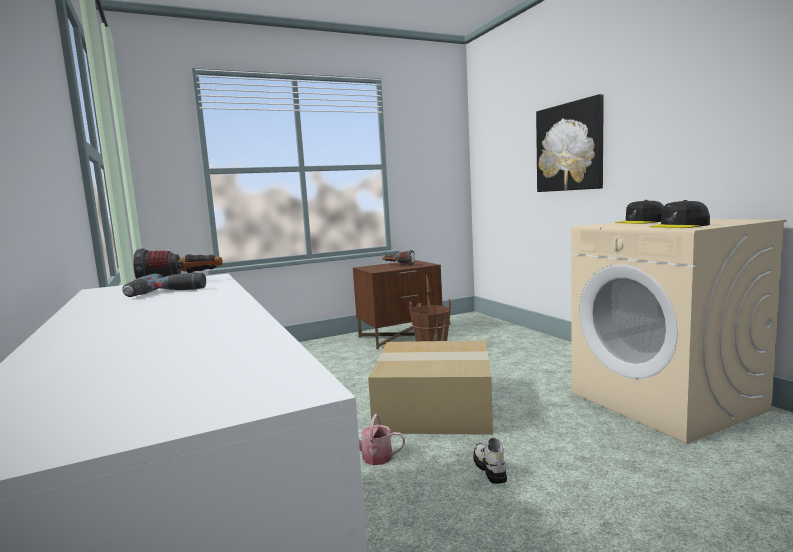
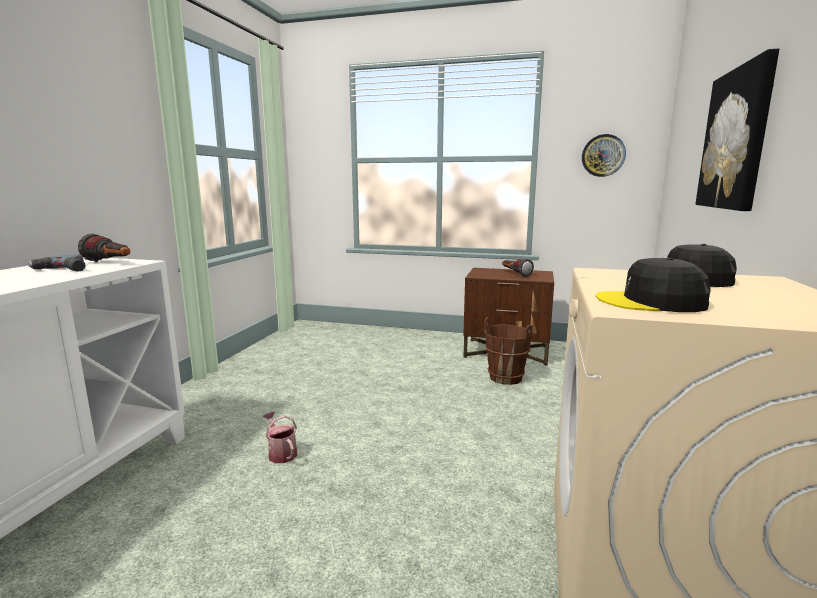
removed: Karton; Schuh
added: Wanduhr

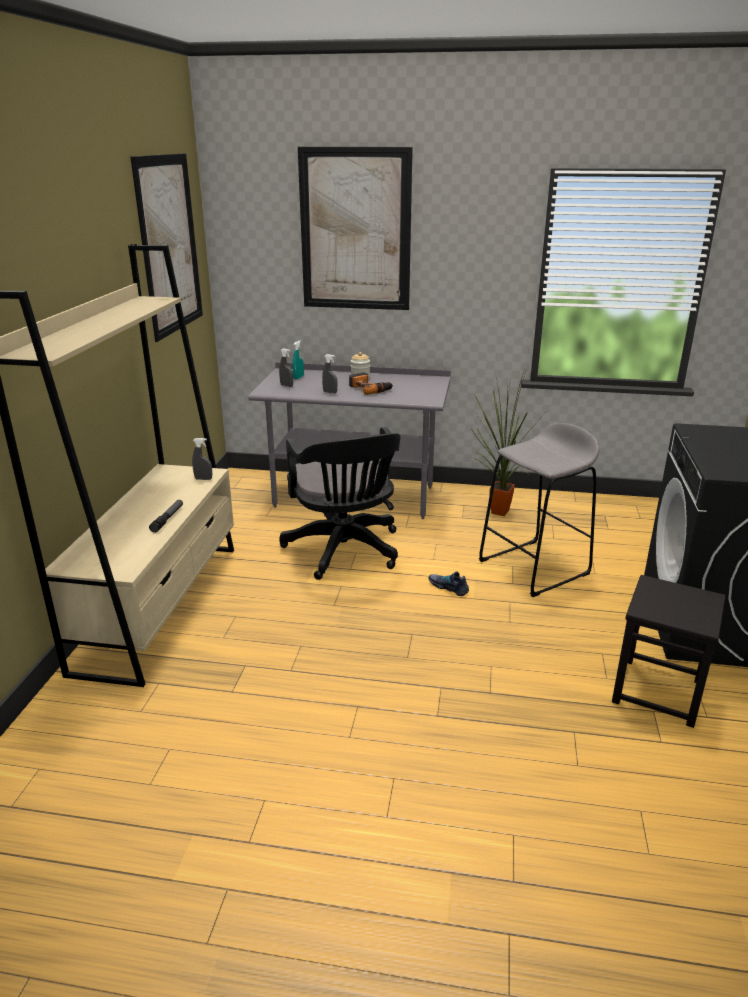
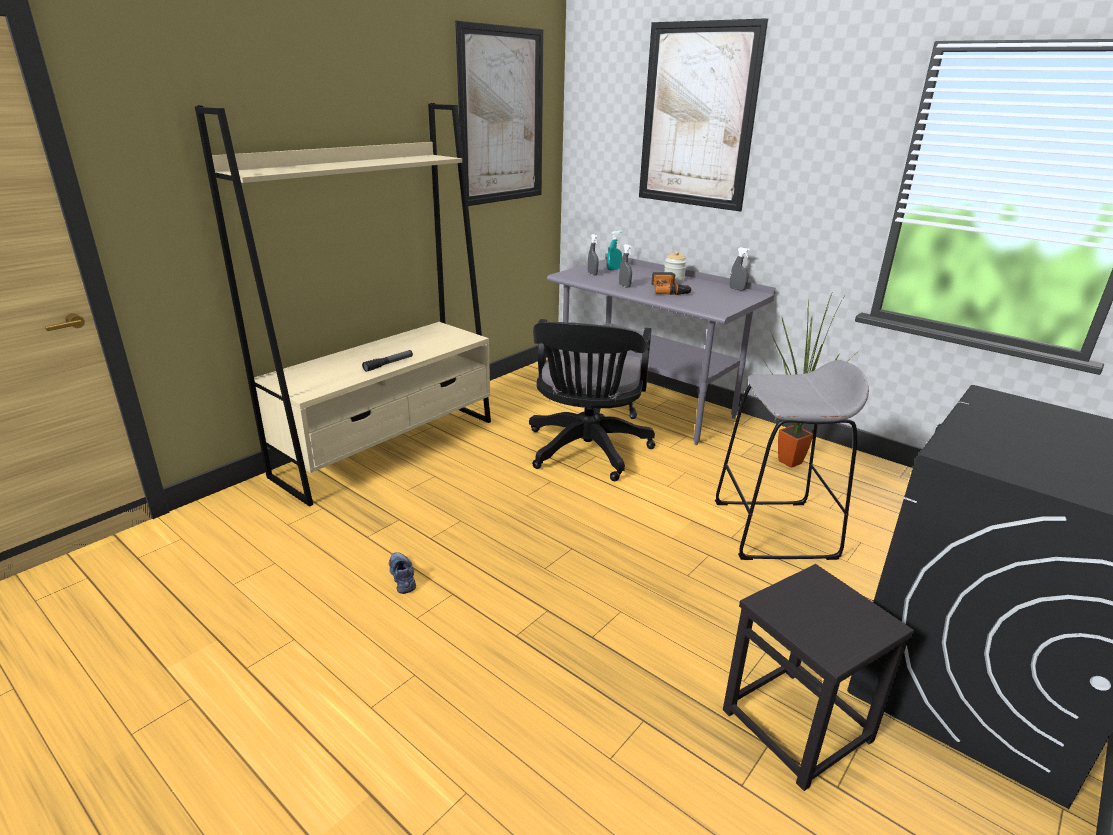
moved: Sprühflasche [grau] (1st from left in the first image) to Sprühflasche [grau] (3rd from left); Schuh

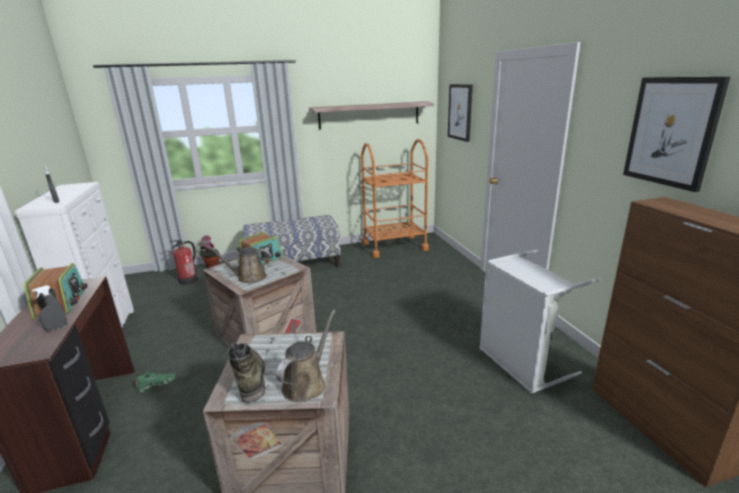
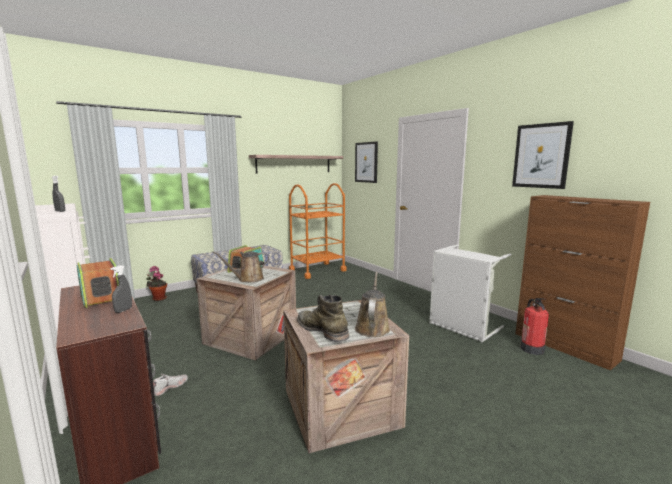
moved: Feuerlöscher
recoloured: Schuh [grün] to Schuh [weiß]

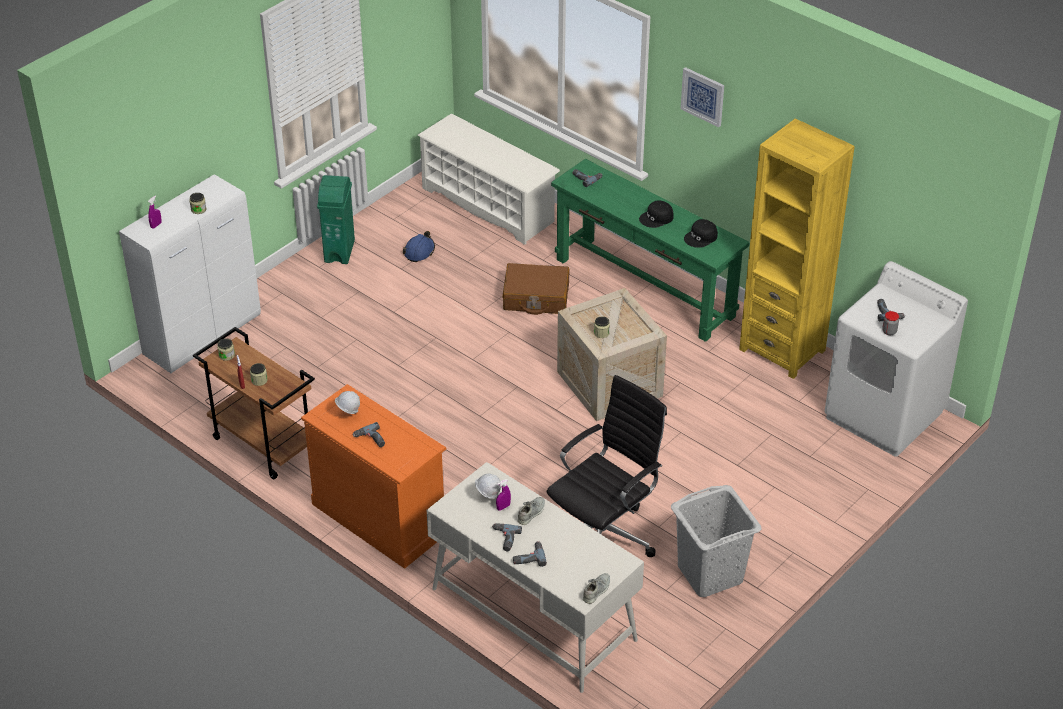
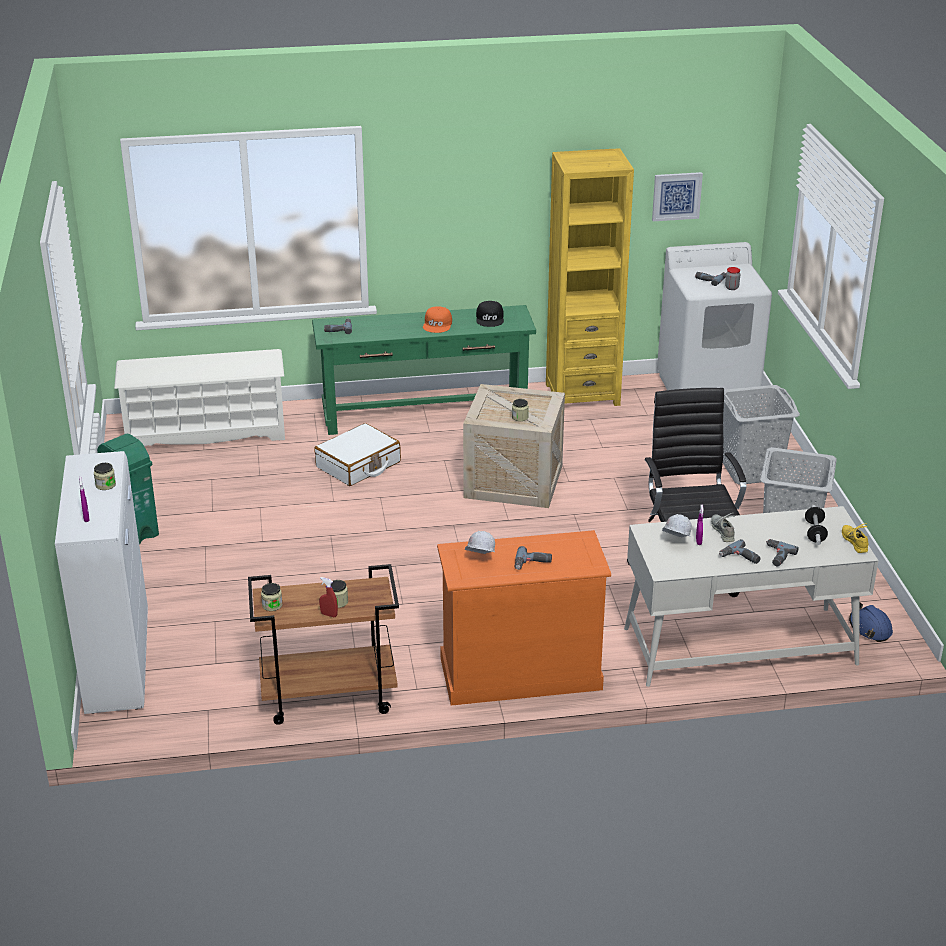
added: Wäschekorb [grau] (1st from left); Hantel
moved: Schutzhelm [blau]; Bild
recoloured: Koffer [braun] to Koffer [weiß]; Schuh [grau] (2nd from left) to Schuh [gelb]; Kappe [schwarz] (1st from left) to Kappe [orange]

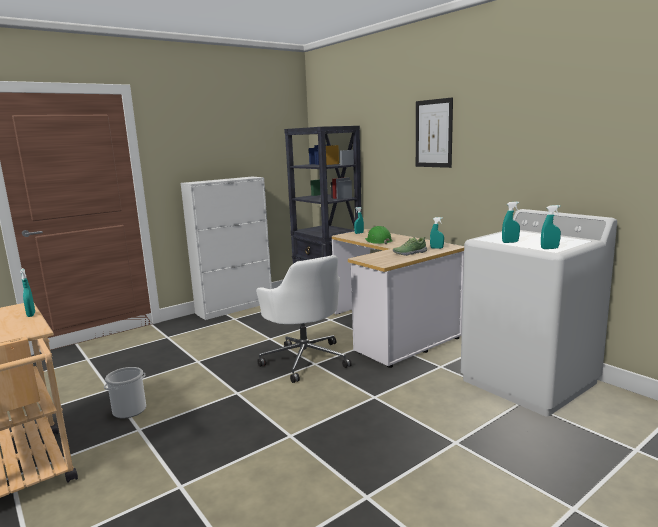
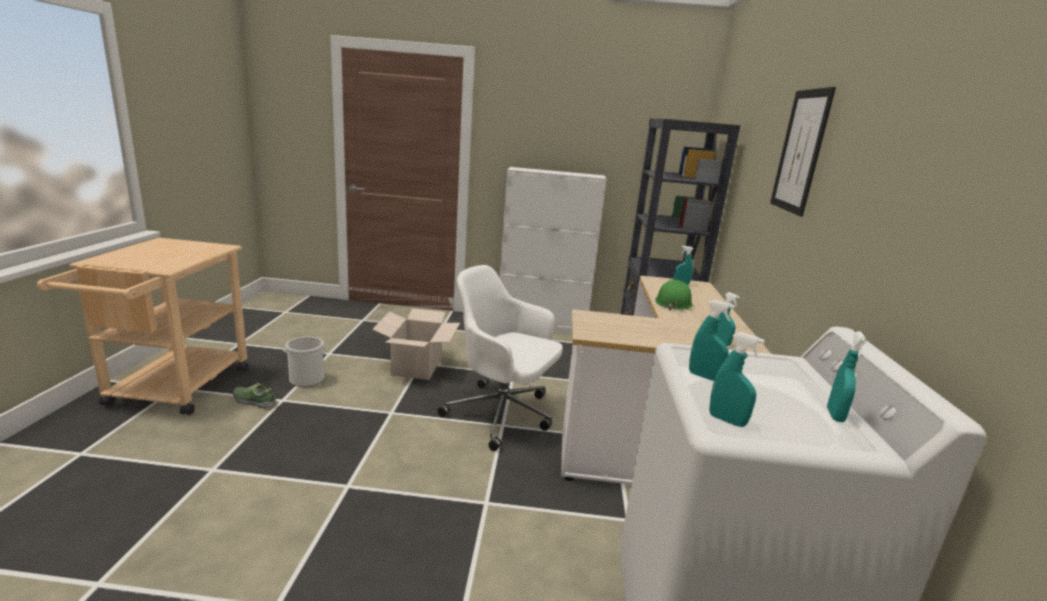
added: Karton
moved: Sprühflasche [türkis] (1st from left in the first image) to Sprühflasche [türkis] (5th from left); Schuh
turned: Bürostuhl [weiß] 105 degrees clockwise

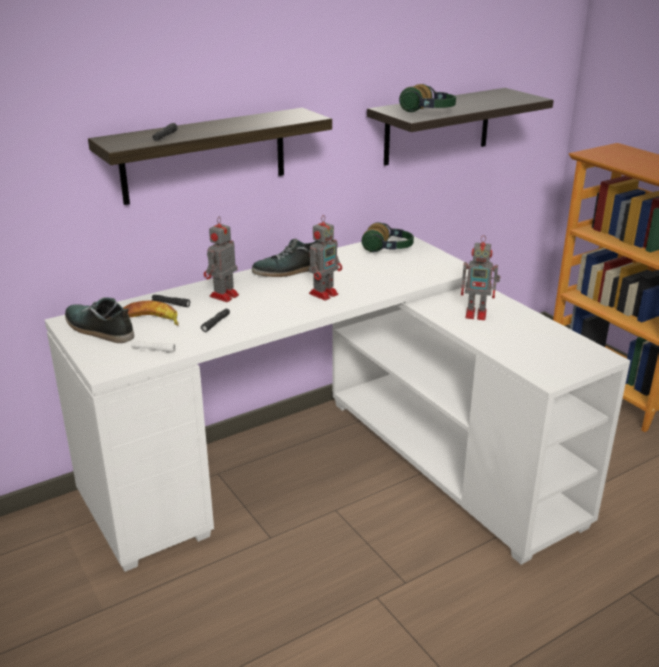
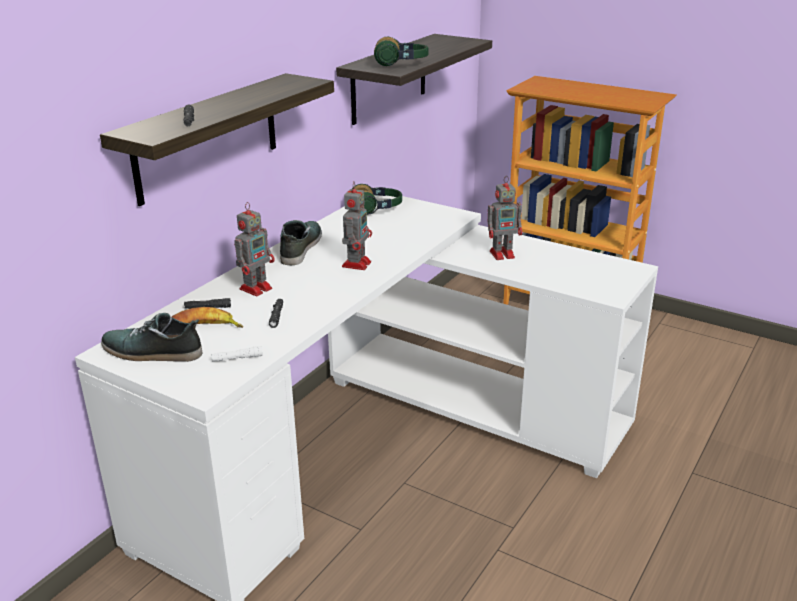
turned: Spielzeugroboter (1st from left) 150 degrees counterclockwise; Schuh (2nd from left) 150 degrees clockwise

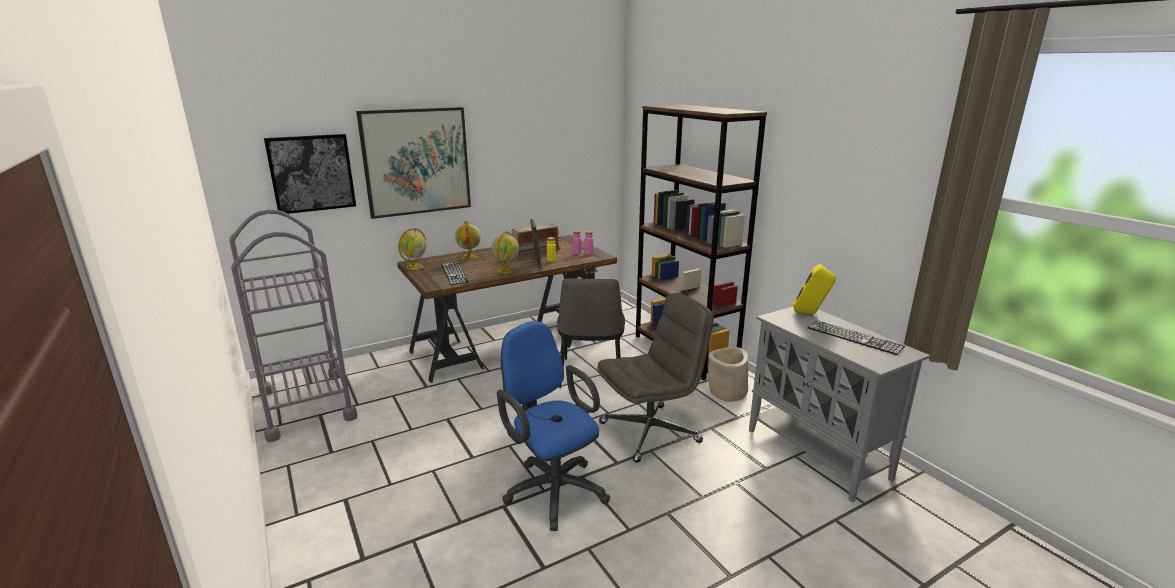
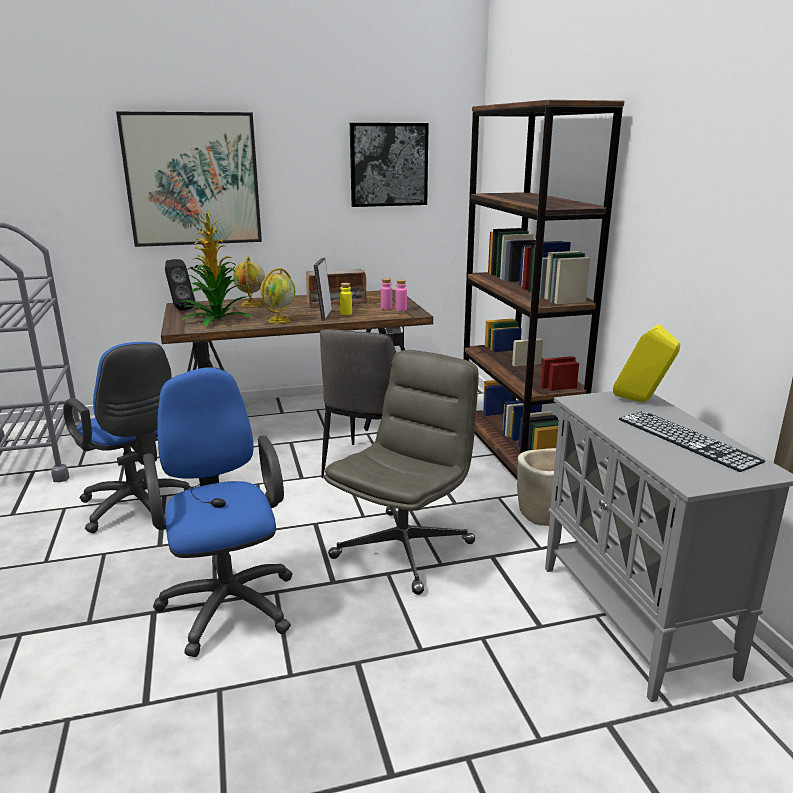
added: Bürostuhl [blau] (1st from left)
moved: Bild (1st from left in the first image) to Bild (2nd from left)
replaced: Globus (1st from left) to Lautsprecher [schwarz]; Tastatur (1st from left) to Topfpflanze
turned: Bürostuhl [grau] 45 degrees counterclockwise

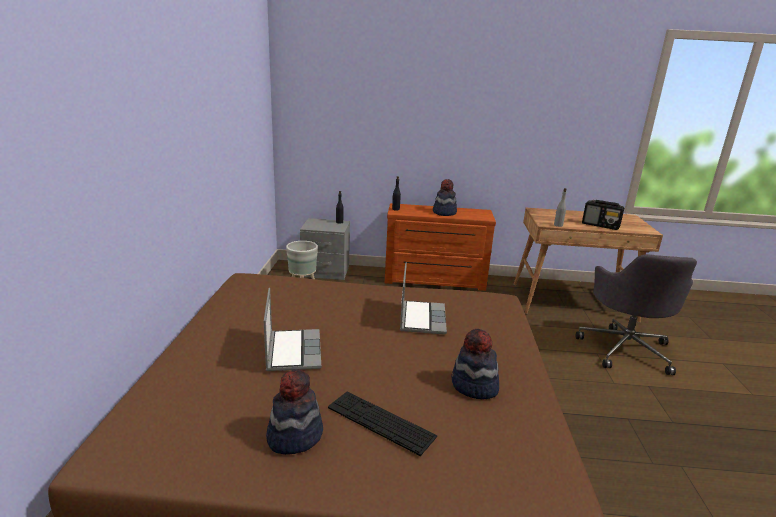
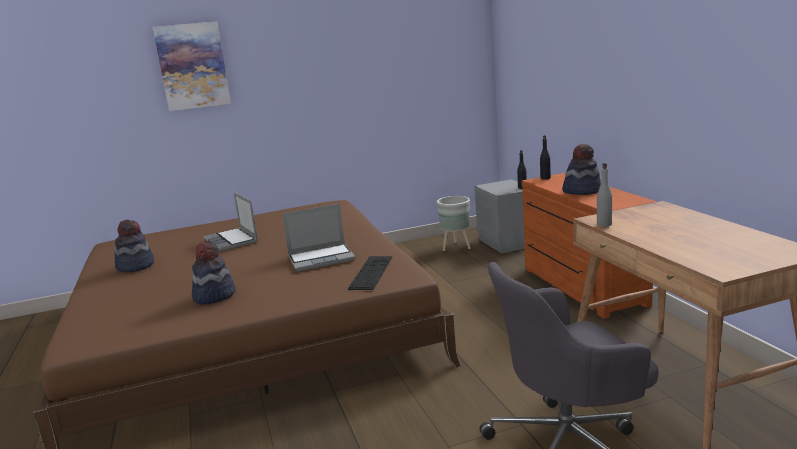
removed: Radio
added: Bild
moved: Tastatur
turned: Laptop (1st from left) 90 degrees clockwise

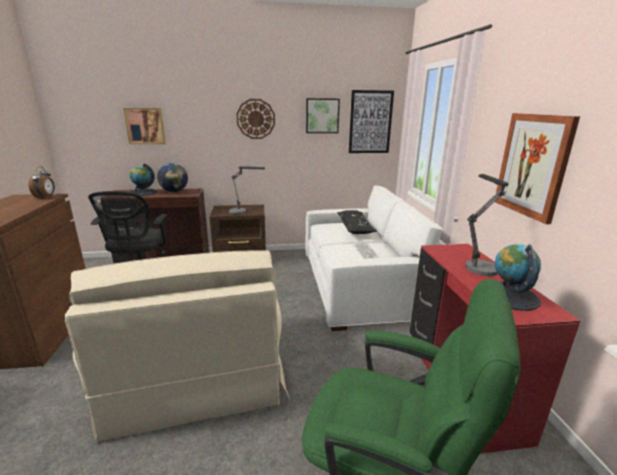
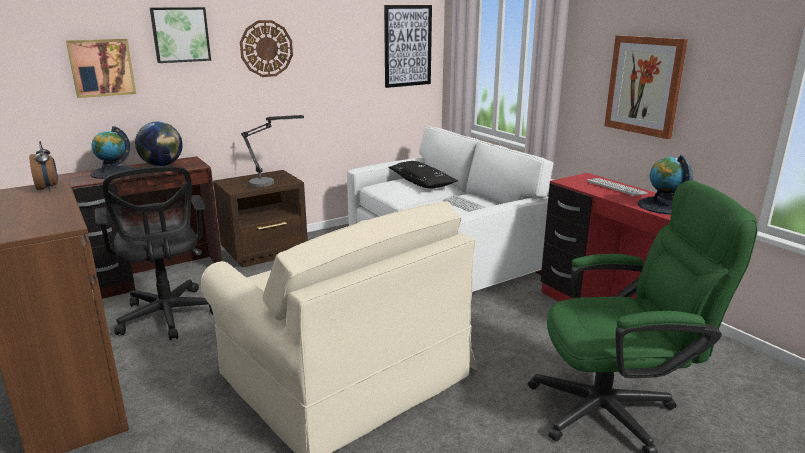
moved: Bild (2nd from left)
replaced: Tischlampe (2nd from left) to Tastatur (2nd from left)

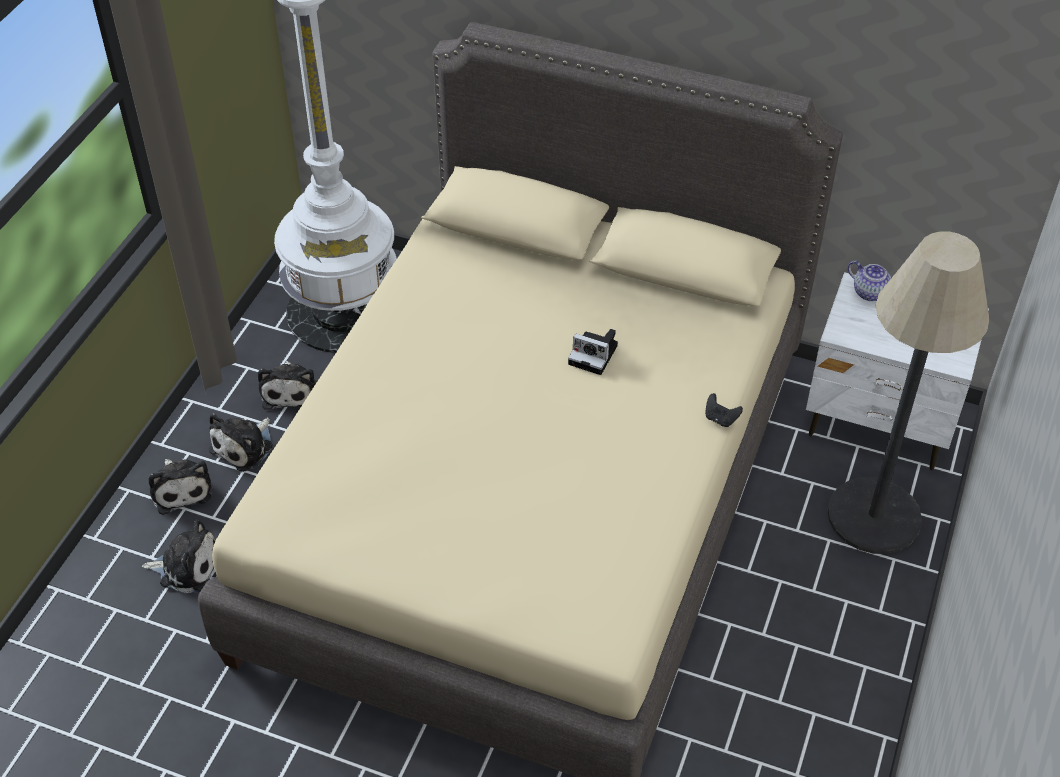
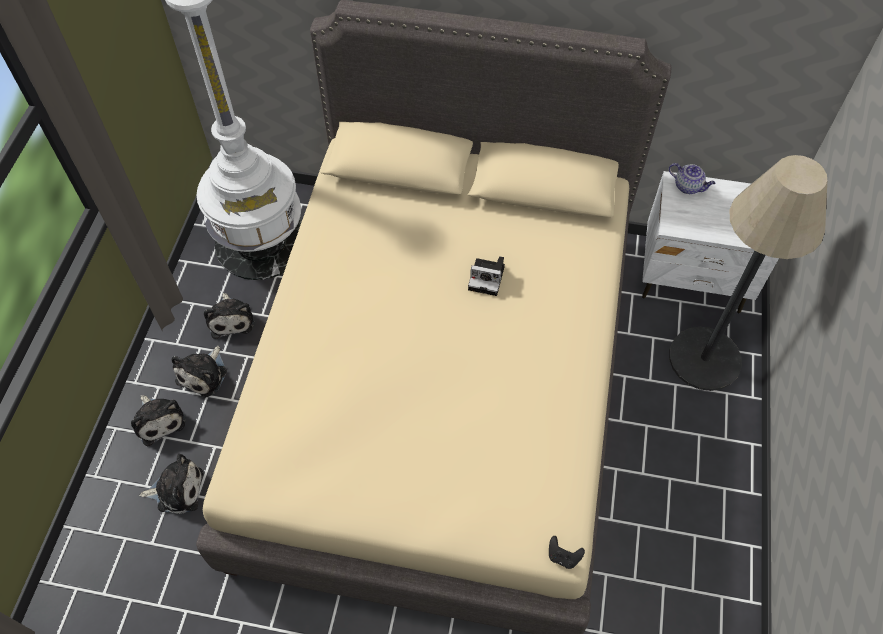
moved: Gamepad [schwarz]

